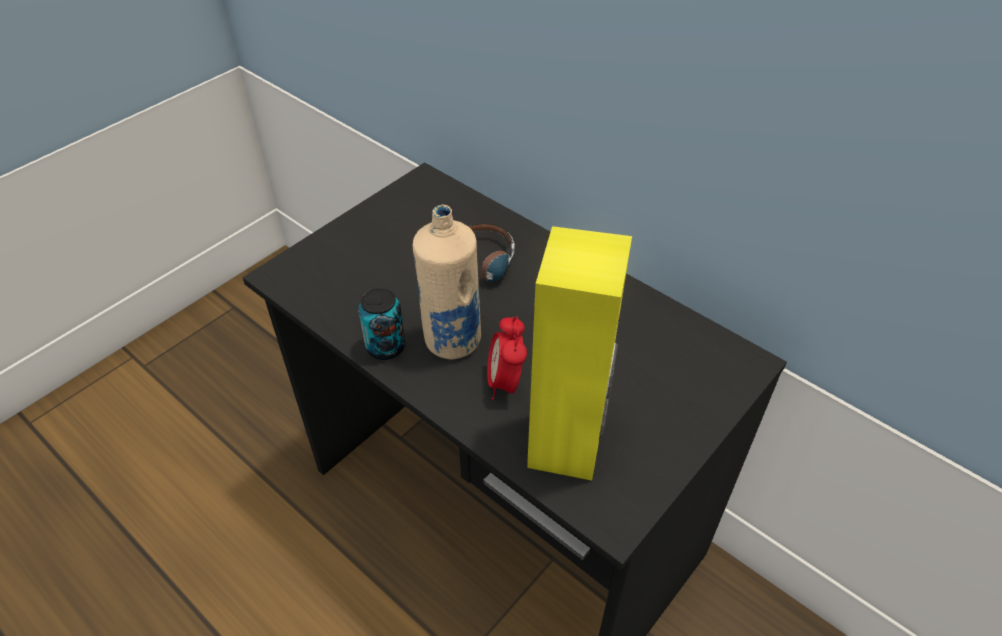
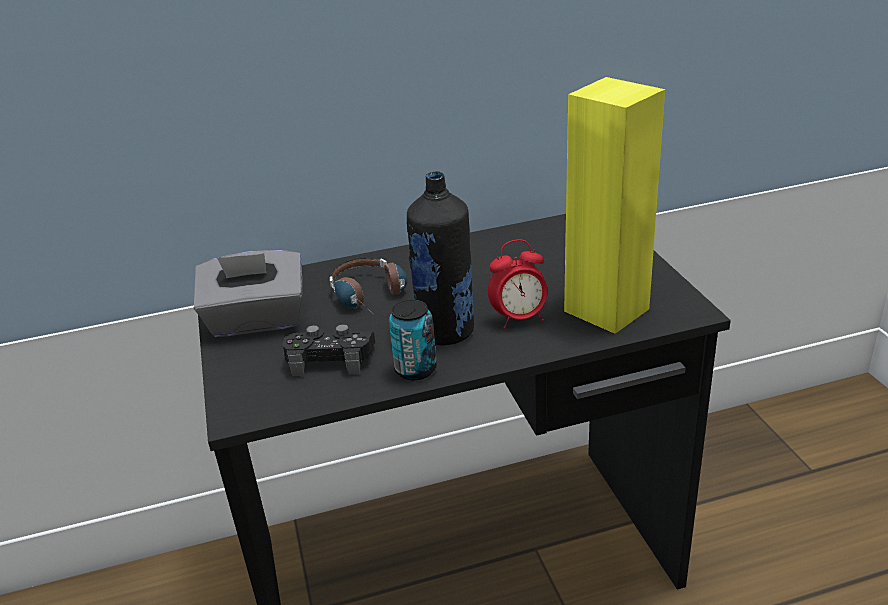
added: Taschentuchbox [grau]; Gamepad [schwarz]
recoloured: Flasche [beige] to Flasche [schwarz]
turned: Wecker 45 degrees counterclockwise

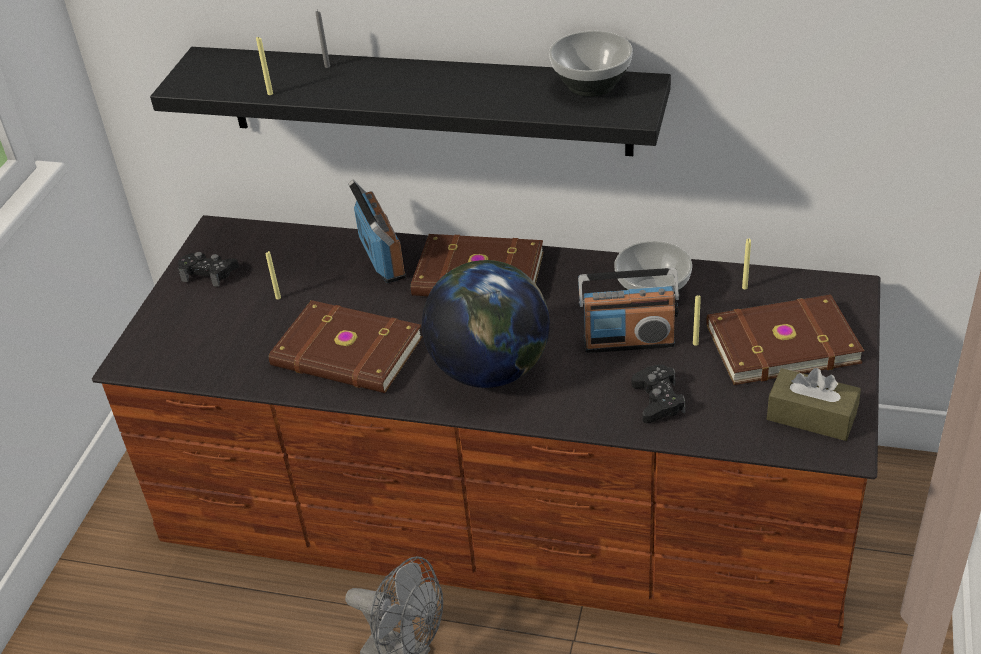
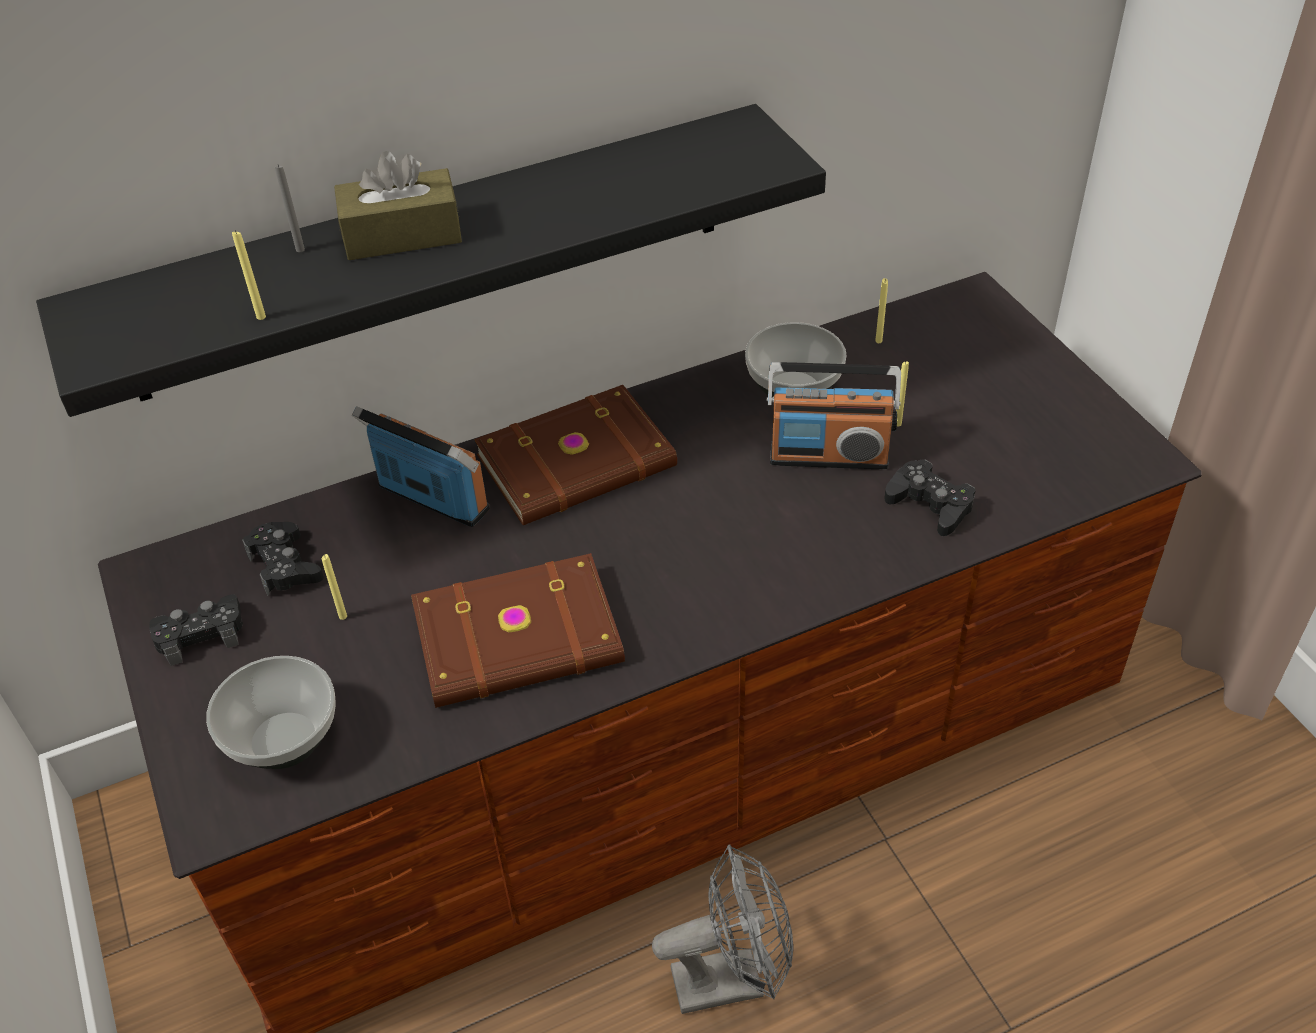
removed: Globus; Buch [braun] (3rd from left)
added: Gamepad [schwarz] (2nd from left)
moved: Schüssel (1st from left); Taschentuchbox [braun]
turned: Radio (2nd from left) 45 degrees clockwise

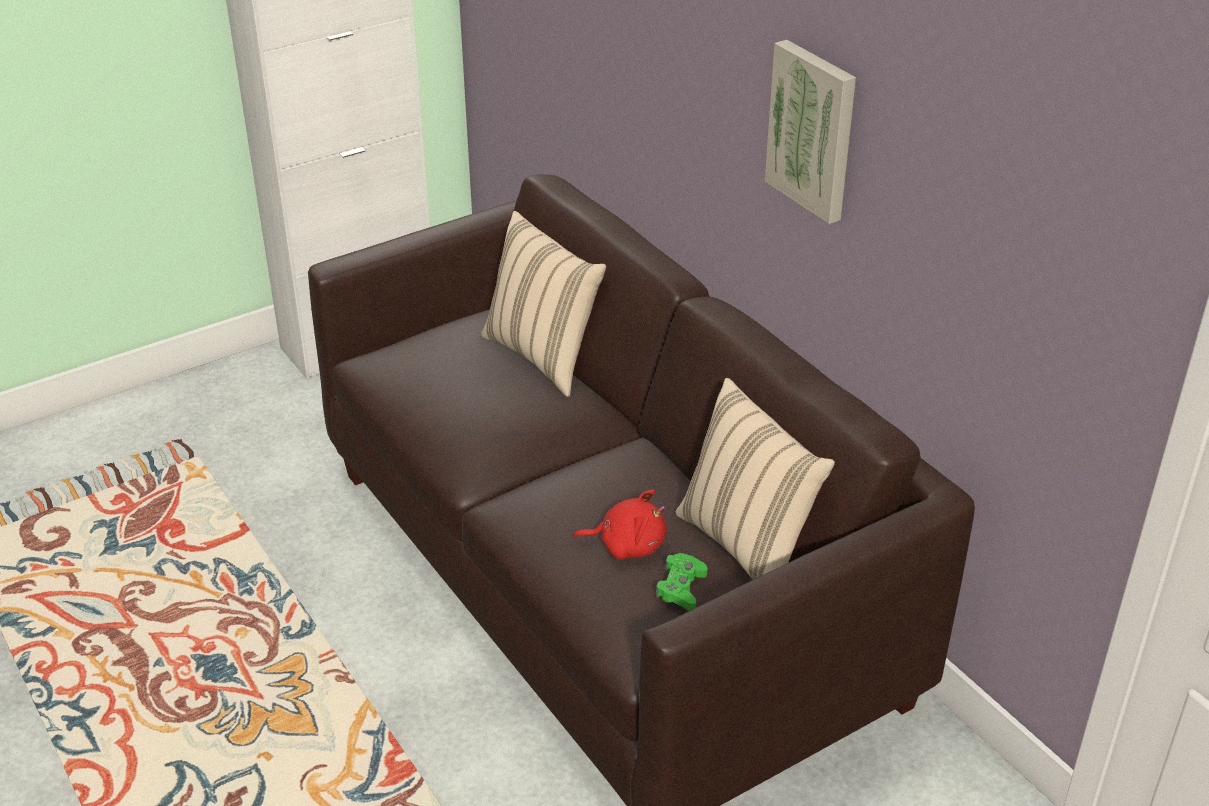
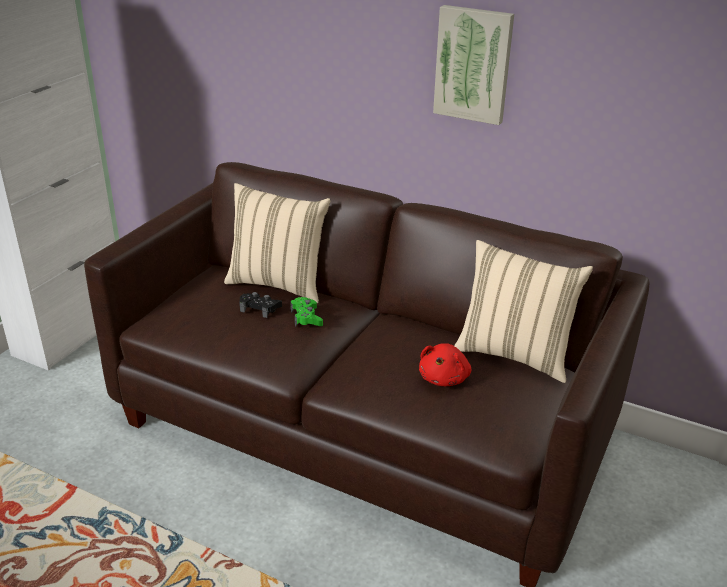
added: Gamepad [schwarz]
moved: Gamepad [grün]
turned: Plüschtier [rot] 135 degrees clockwise

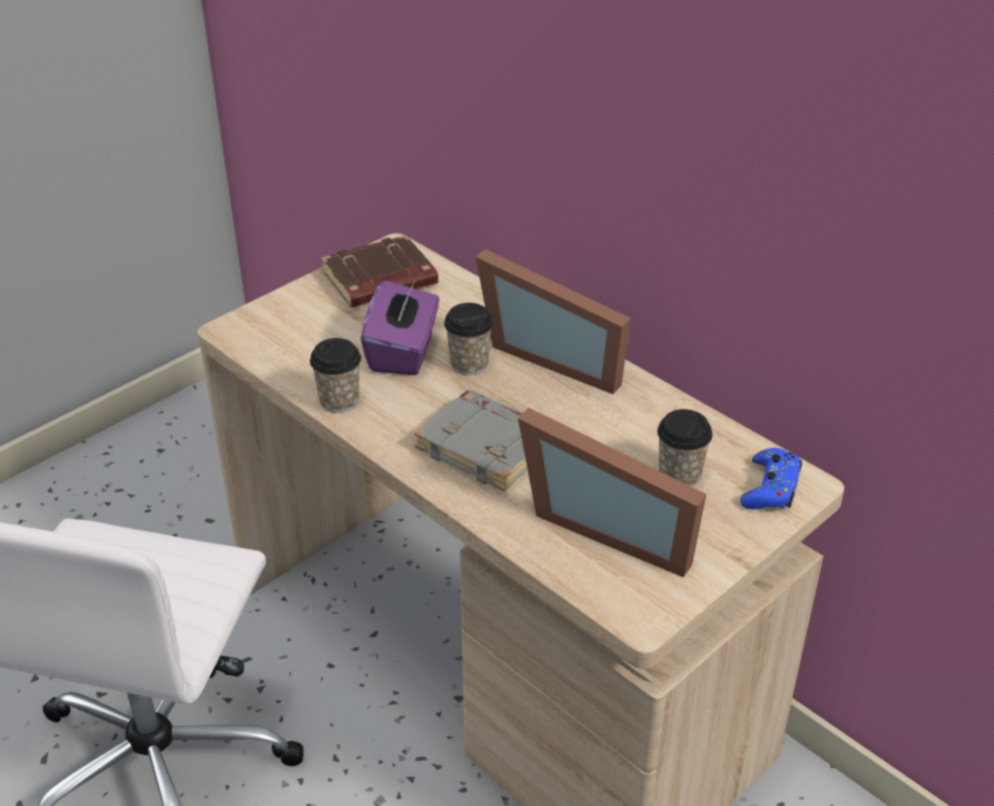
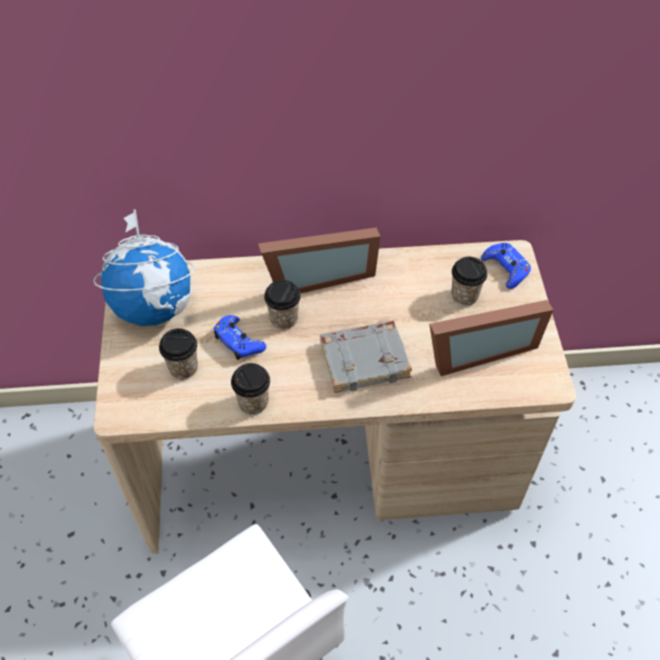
added: Tasse (1st from left)
replaced: Buch [braun] to Globus; Taschentuchbox [lila] to Gamepad [blau] (1st from left)

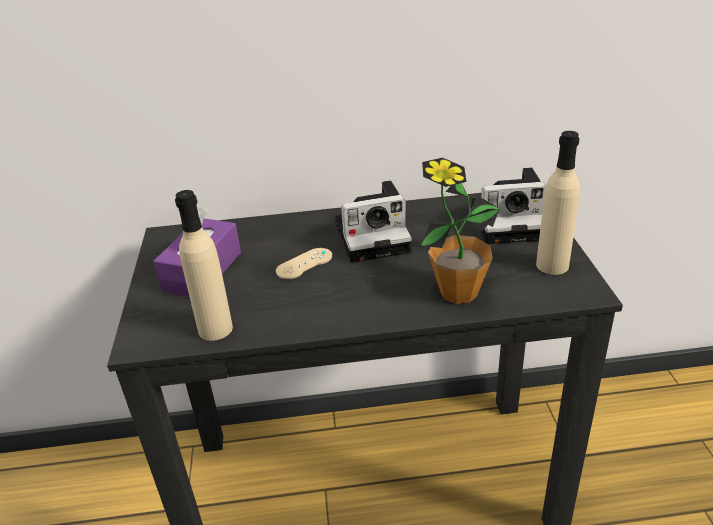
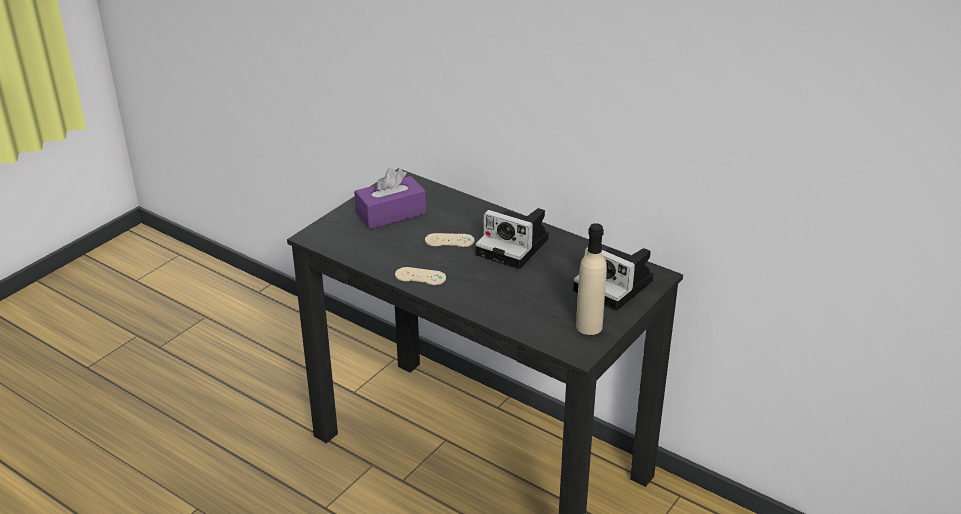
removed: Flasche [beige] (1st from left); Topfpflanze
added: Gamepad [beige] (1st from left)

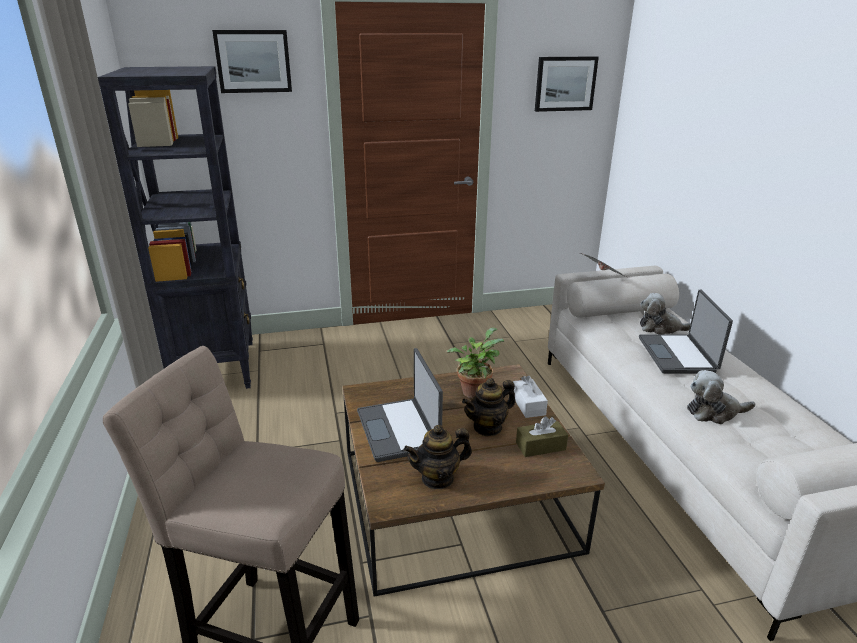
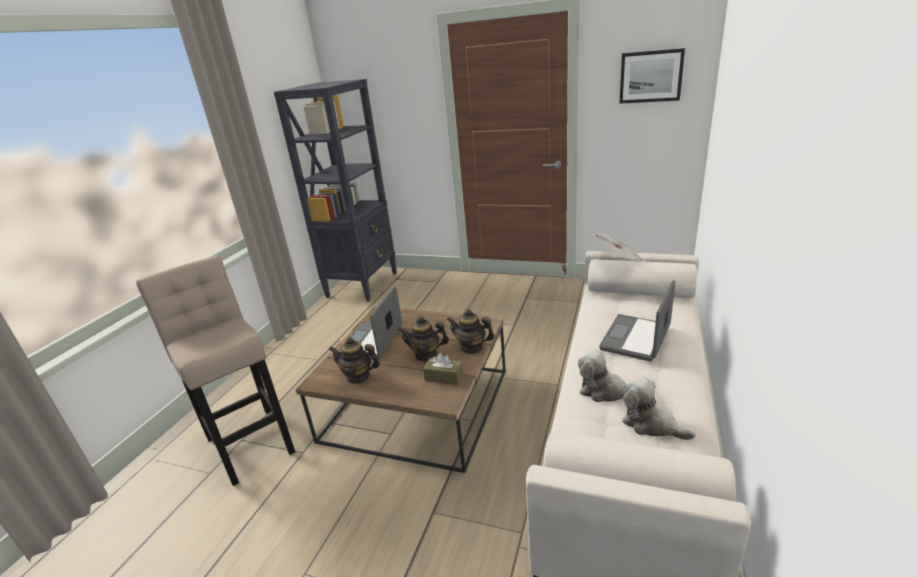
removed: Bild (1st from left); Topfpflanze
moved: Plüschtier (1st from left in the first image) to Plüschtier (2nd from left)
replaced: Taschentuchbox [weiß] to Teekanne (3rd from left)

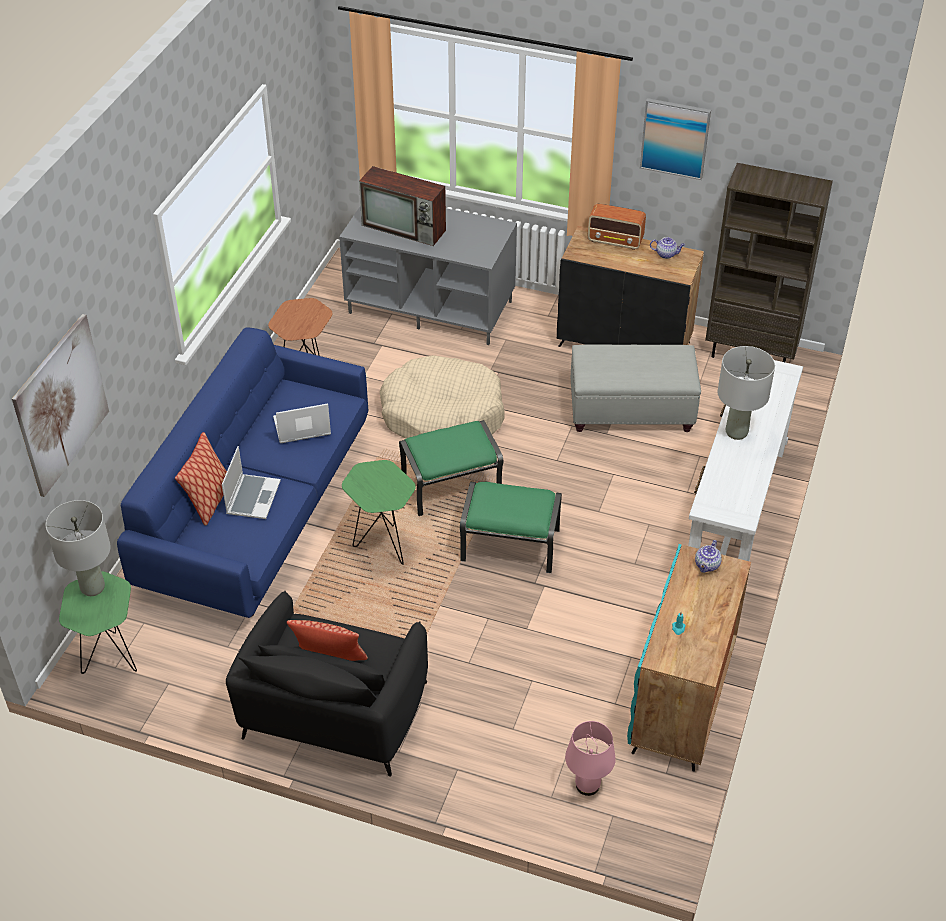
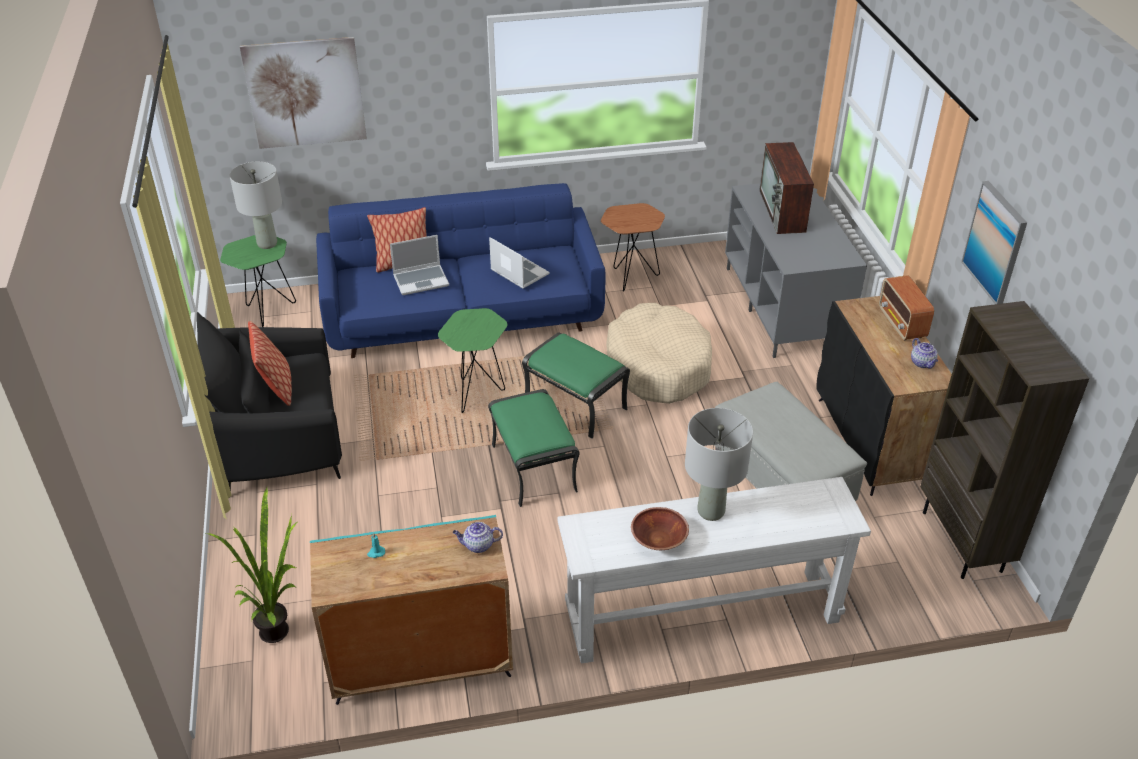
added: Schüssel [braun]
replaced: Tischlampe [rosa] to Topfpflanze

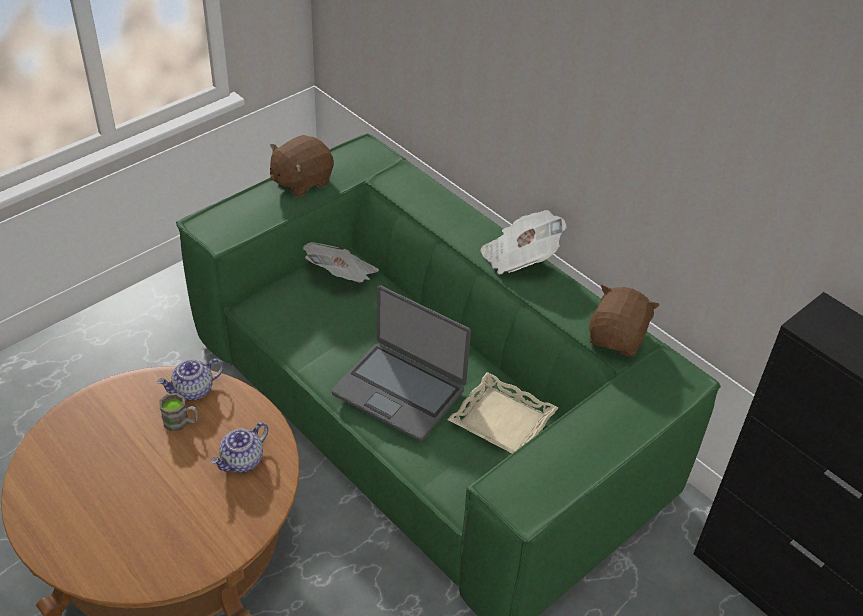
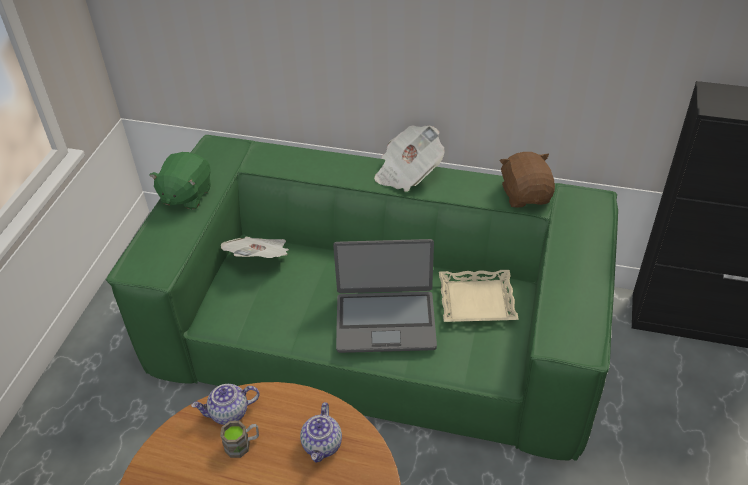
recoloured: Plüschtier [braun] (1st from left) to Plüschtier [grün]
turned: Teekanne (1st from left) 45 degrees clockwise

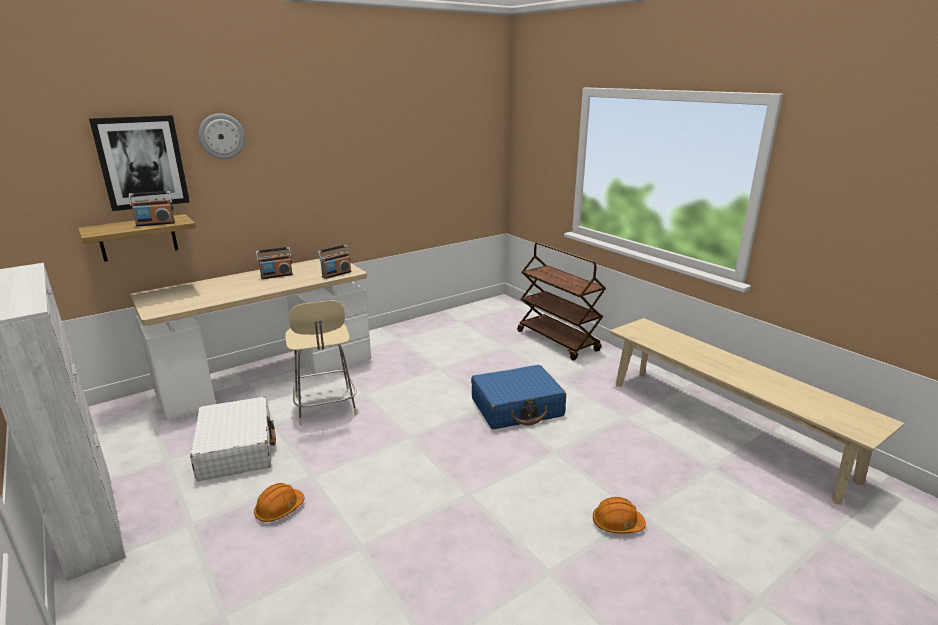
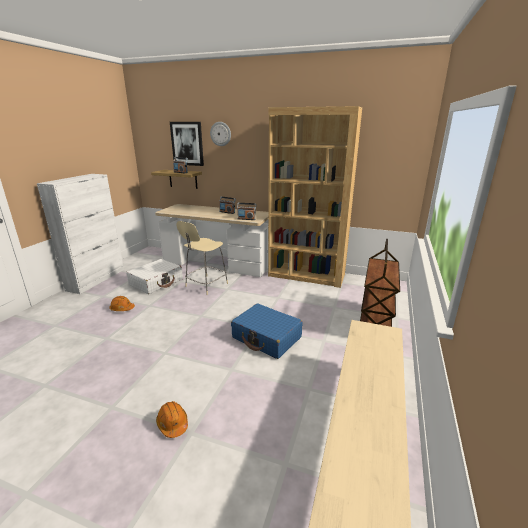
added: Bücherregal [braun]

